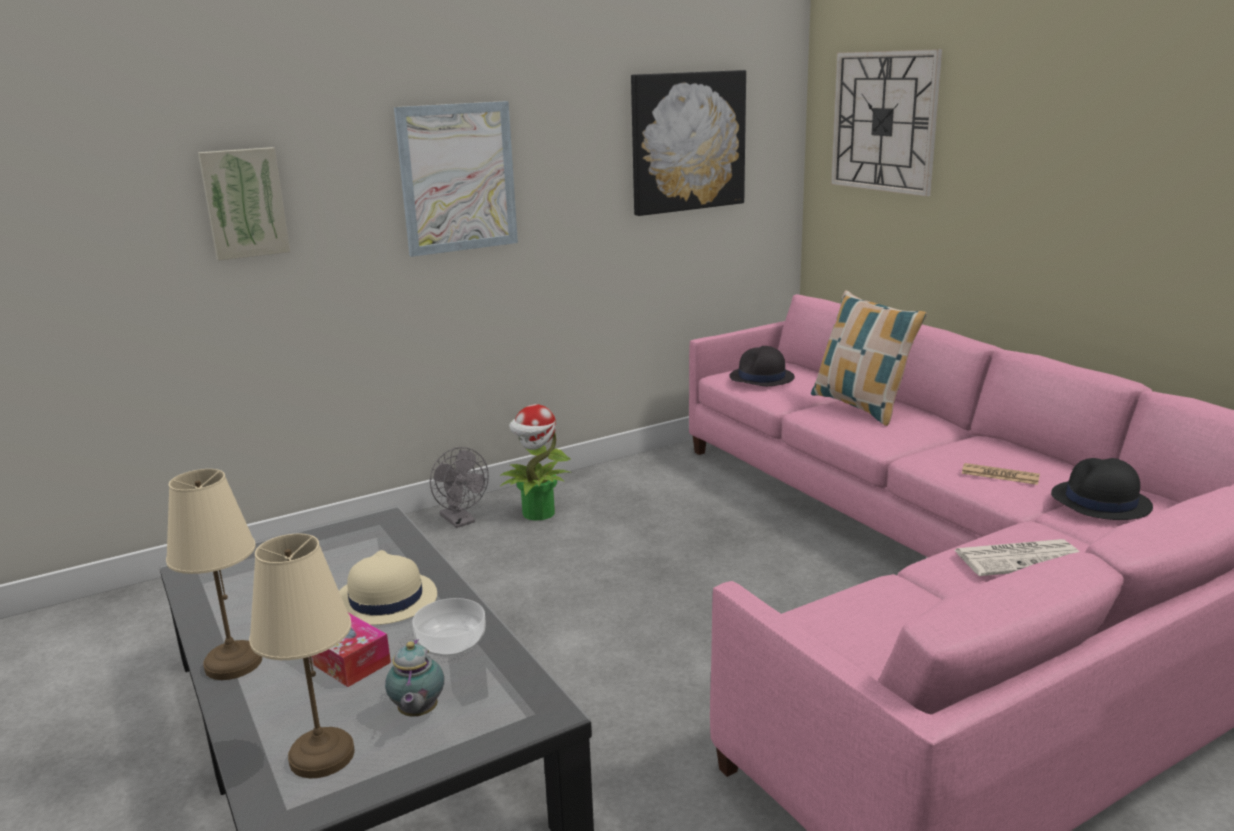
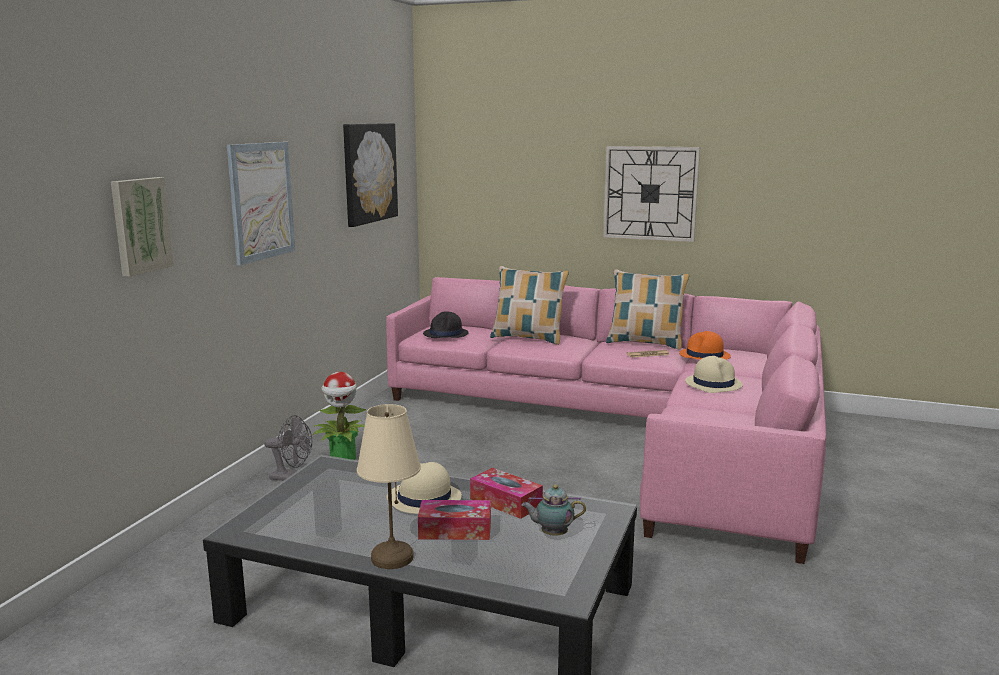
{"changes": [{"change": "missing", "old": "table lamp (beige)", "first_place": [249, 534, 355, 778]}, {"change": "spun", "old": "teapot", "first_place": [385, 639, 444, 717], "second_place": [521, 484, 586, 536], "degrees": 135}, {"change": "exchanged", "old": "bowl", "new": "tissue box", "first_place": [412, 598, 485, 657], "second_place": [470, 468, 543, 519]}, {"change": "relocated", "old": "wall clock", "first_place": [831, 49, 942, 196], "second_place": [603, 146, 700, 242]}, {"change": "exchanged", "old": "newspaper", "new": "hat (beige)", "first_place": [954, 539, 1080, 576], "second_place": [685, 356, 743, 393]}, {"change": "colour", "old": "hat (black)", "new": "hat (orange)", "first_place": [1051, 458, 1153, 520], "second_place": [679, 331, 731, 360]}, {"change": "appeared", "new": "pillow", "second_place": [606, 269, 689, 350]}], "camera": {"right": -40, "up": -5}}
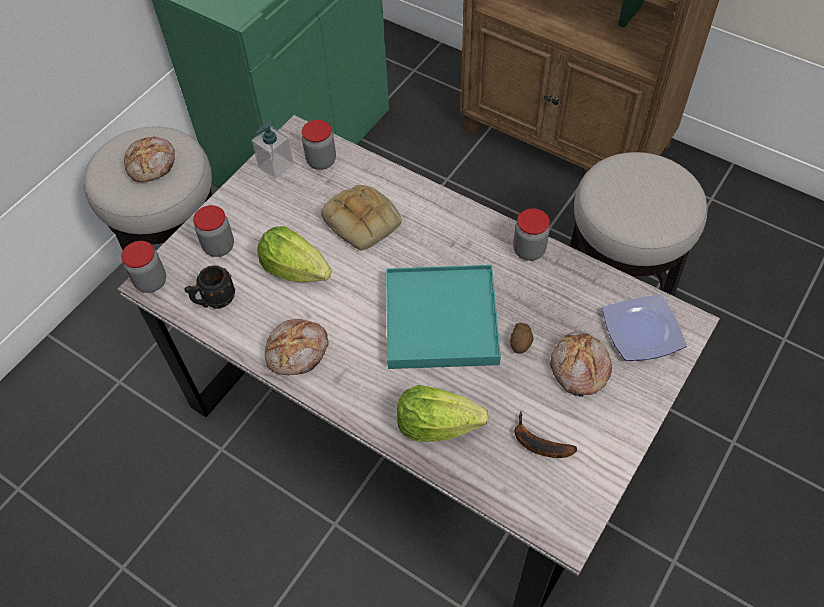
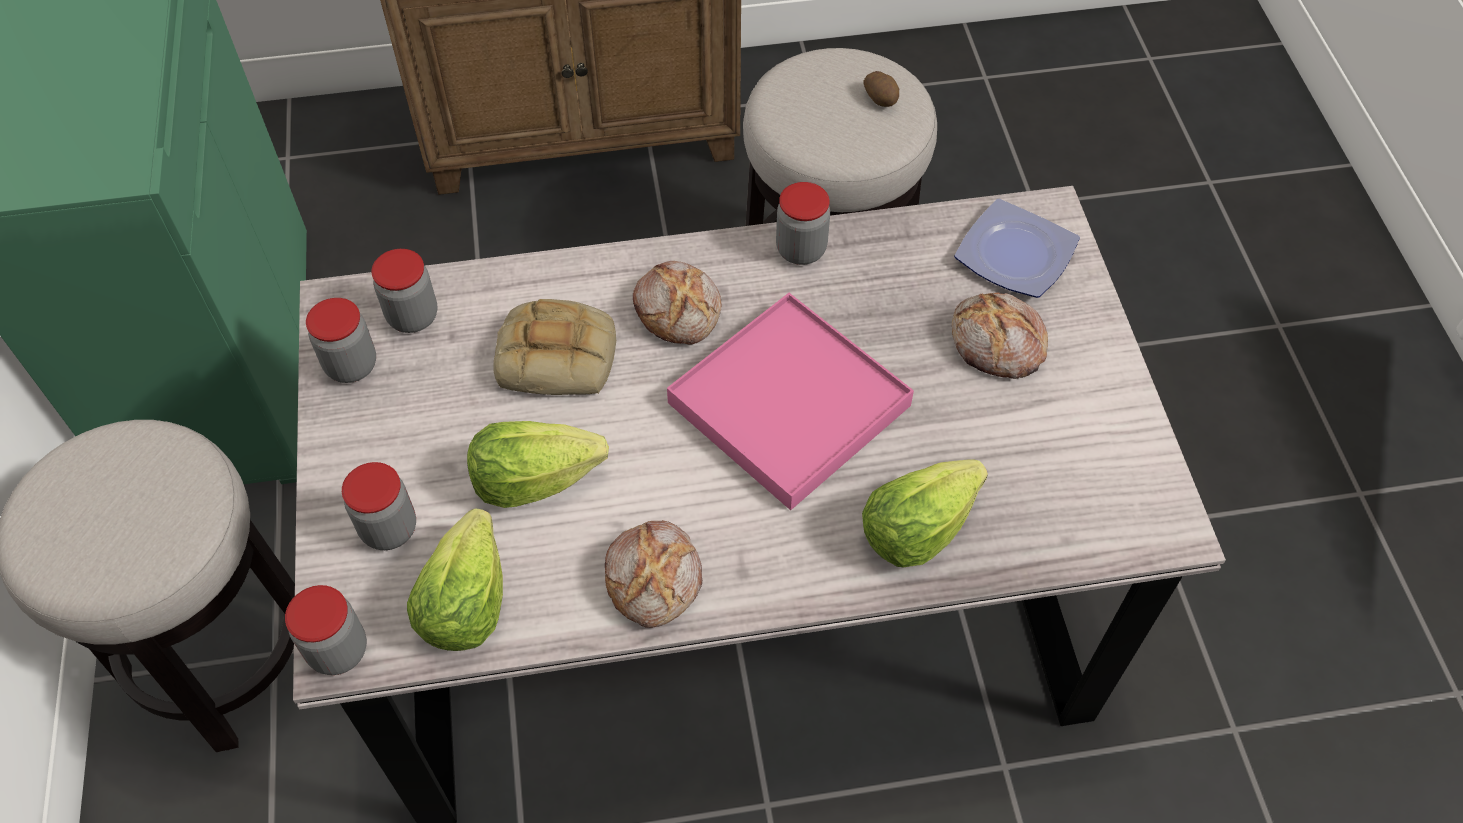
{"changes": [{"change": "relocated", "old": "bread", "first_place": [124, 136, 175, 182], "second_place": [633, 261, 722, 345]}, {"change": "exchanged", "old": "mug (black)", "new": "lettuce", "first_place": [184, 266, 235, 309], "second_place": [407, 509, 503, 651]}, {"change": "exchanged", "old": "soap dispenser", "new": "jar", "first_place": [252, 121, 294, 179], "second_place": [306, 298, 376, 383]}, {"change": "colour", "old": "tray (turquoise)", "new": "tray (pink)", "first_place": [386, 265, 501, 369], "second_place": [667, 293, 914, 510]}, {"change": "relocated", "old": "potato", "first_place": [510, 323, 533, 354], "second_place": [863, 71, 899, 107]}, {"change": "missing", "old": "banana", "first_place": [514, 412, 577, 458]}], "camera": {"right": -45, "up": 0}}
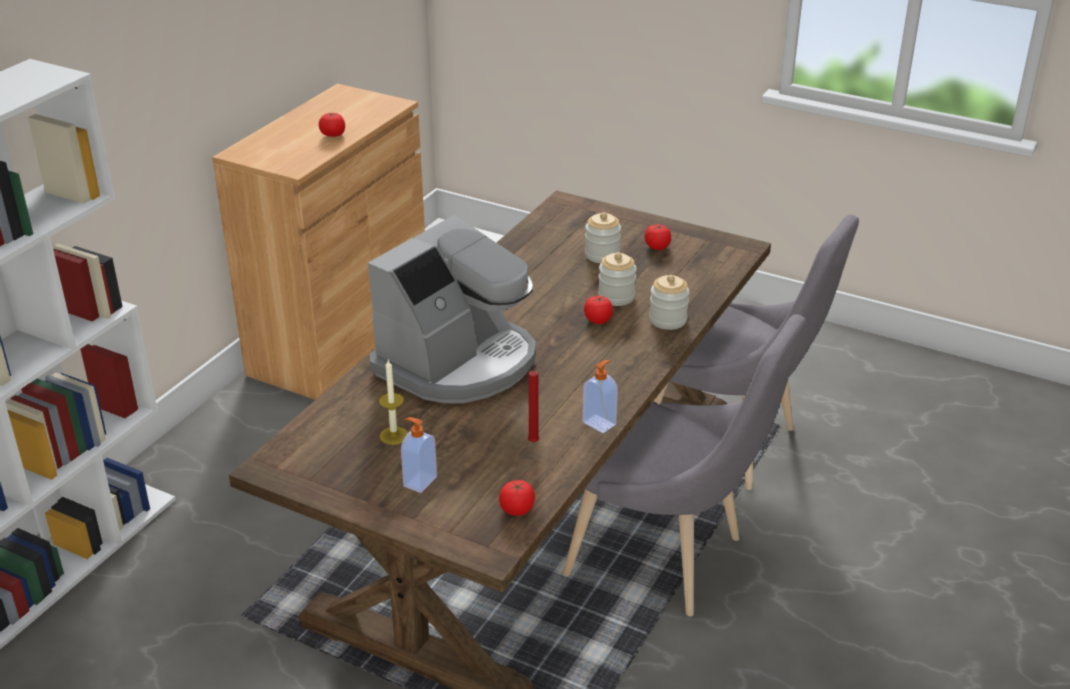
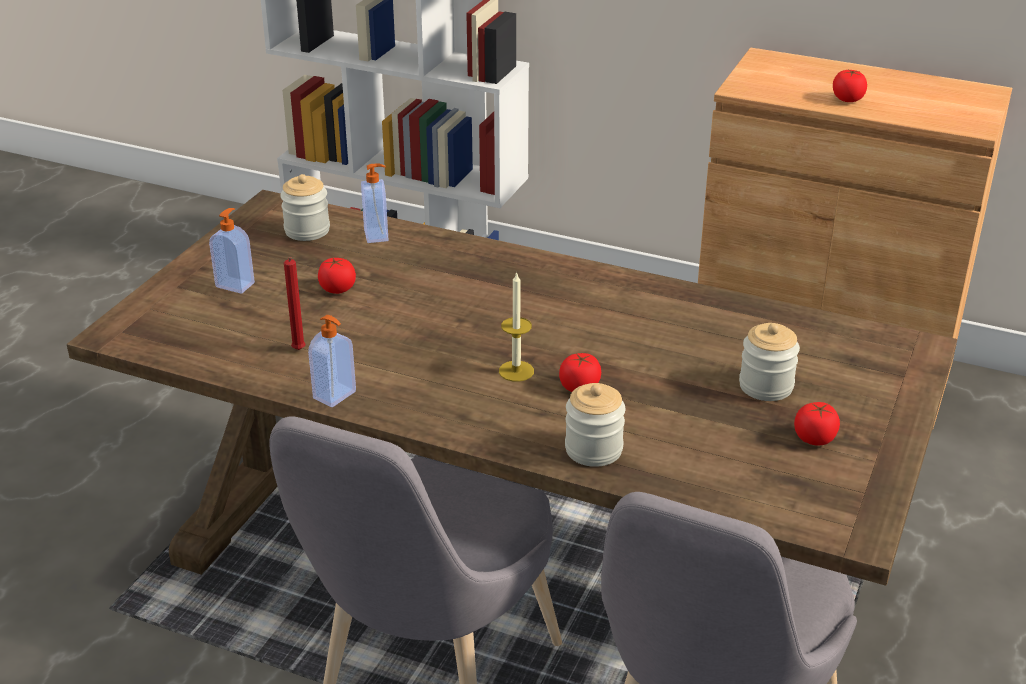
{"changes": [{"change": "missing", "old": "coffee machine", "first_place": [368, 215, 536, 403]}, {"change": "relocated", "old": "candle", "first_place": [379, 360, 408, 445], "second_place": [499, 272, 534, 382]}, {"change": "relocated", "old": "tomato", "first_place": [499, 480, 535, 516], "second_place": [318, 258, 356, 294]}, {"change": "relocated", "old": "jar", "first_place": [598, 252, 637, 306], "second_place": [280, 174, 330, 241]}, {"change": "appeared", "new": "soap dispenser", "second_place": [361, 164, 388, 243]}], "camera": {"right": 85, "up": 0}}
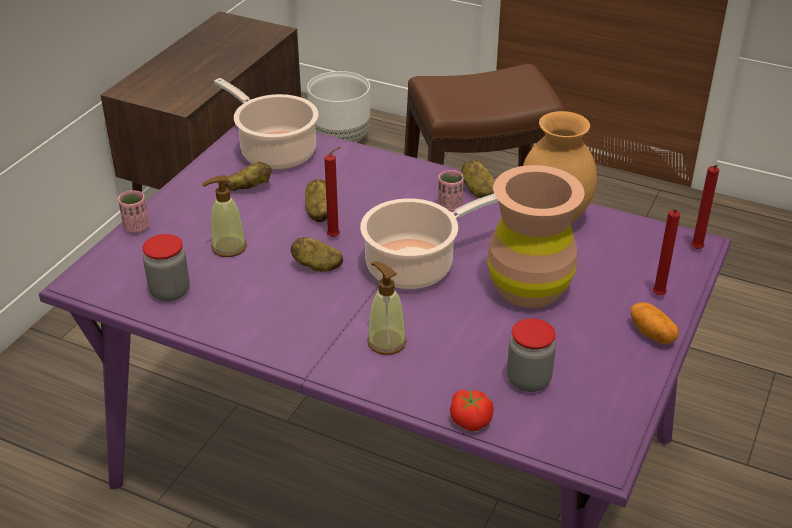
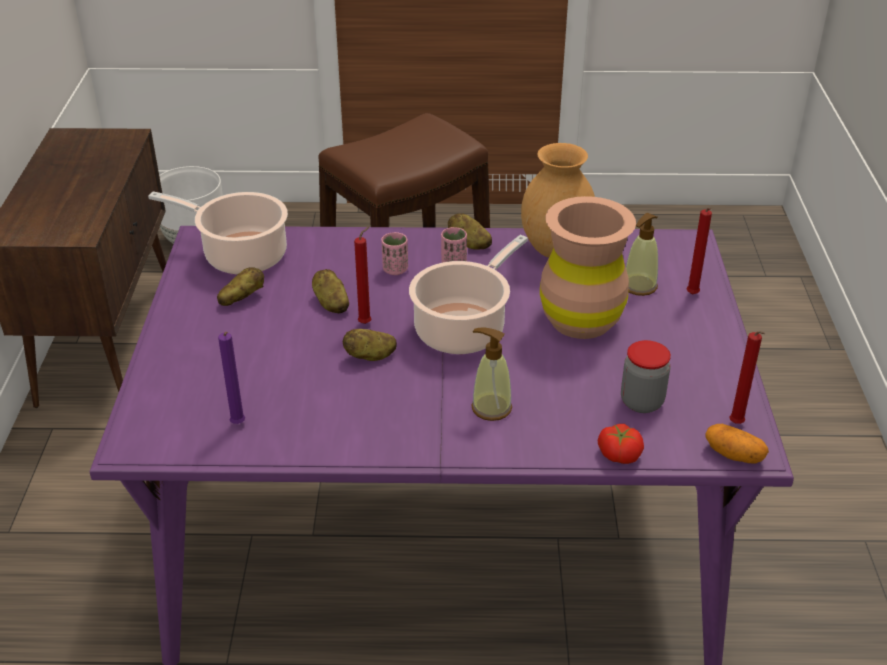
{"changes": [{"change": "relocated", "old": "cup (pink)", "first_place": [118, 190, 149, 233], "second_place": [381, 232, 408, 275]}, {"change": "exchanged", "old": "jar", "new": "candle (purple)", "first_place": [142, 234, 190, 301], "second_place": [218, 332, 245, 424]}, {"change": "relocated", "old": "soap dispenser", "first_place": [202, 175, 247, 257], "second_place": [626, 213, 658, 296]}, {"change": "relocated", "old": "potato", "first_place": [631, 302, 679, 344], "second_place": [705, 424, 769, 464]}, {"change": "relocated", "old": "candle (red)", "first_place": [691, 165, 719, 249], "second_place": [729, 331, 765, 424]}], "camera": {"right": -25, "up": 0}}
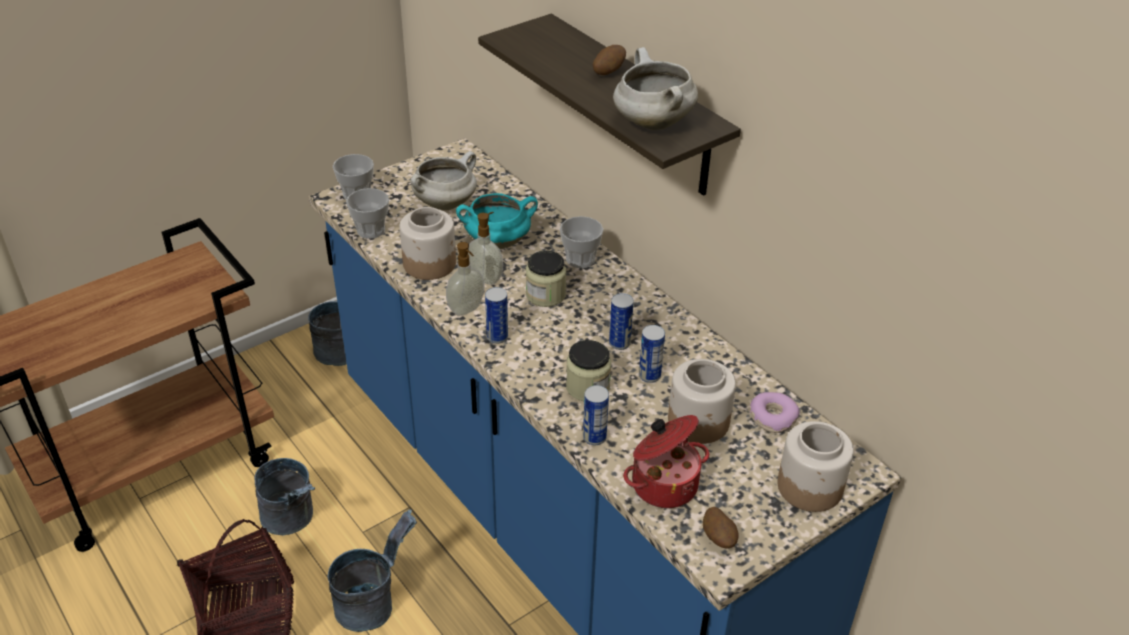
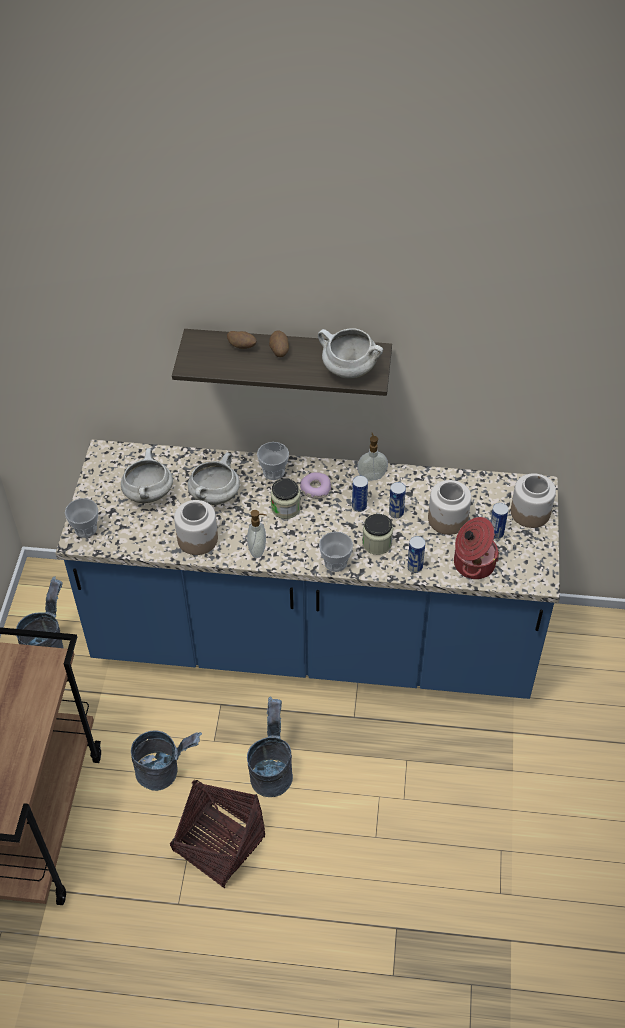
{"changes": [{"change": "relocated", "old": "cup", "first_place": [346, 188, 389, 239], "second_place": [319, 532, 353, 572]}, {"change": "colour", "old": "cooking pot (turquoise)", "new": "cooking pot (white)", "first_place": [456, 193, 538, 249], "second_place": [188, 452, 240, 505]}, {"change": "relocated", "old": "soap dispenser", "first_place": [468, 212, 503, 285], "second_place": [357, 433, 388, 481]}, {"change": "relocated", "old": "can", "first_place": [485, 287, 508, 344], "second_place": [491, 503, 509, 539]}, {"change": "relocated", "old": "potato", "first_place": [703, 507, 739, 548], "second_place": [227, 331, 257, 349]}, {"change": "relocated", "old": "donut", "first_place": [750, 392, 800, 433], "second_place": [300, 472, 331, 499]}], "camera": {"right": -45, "up": 10}}
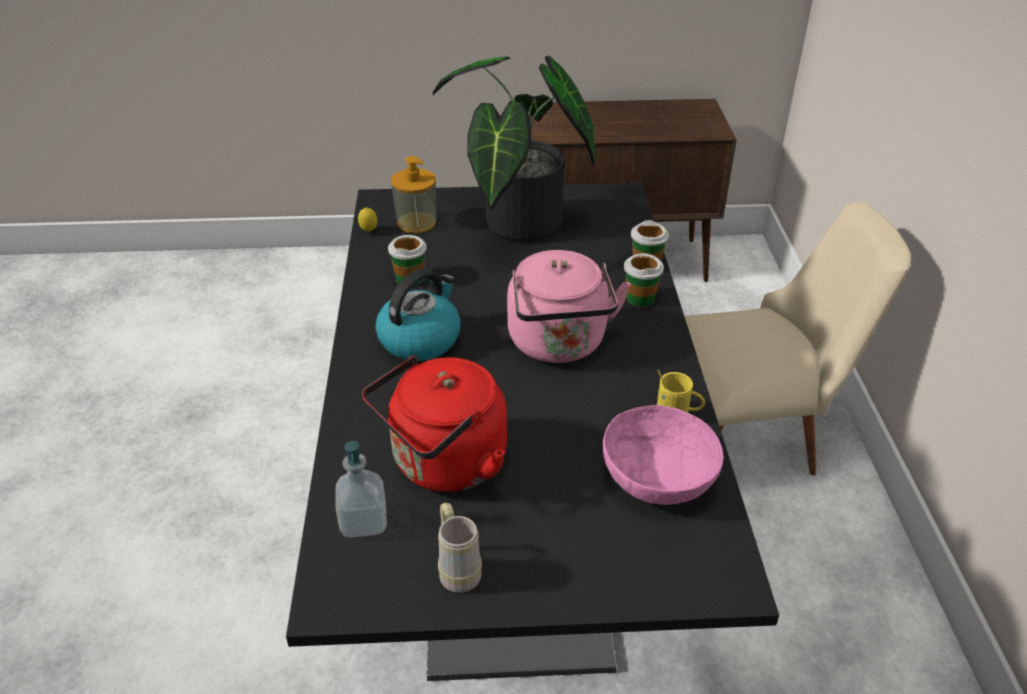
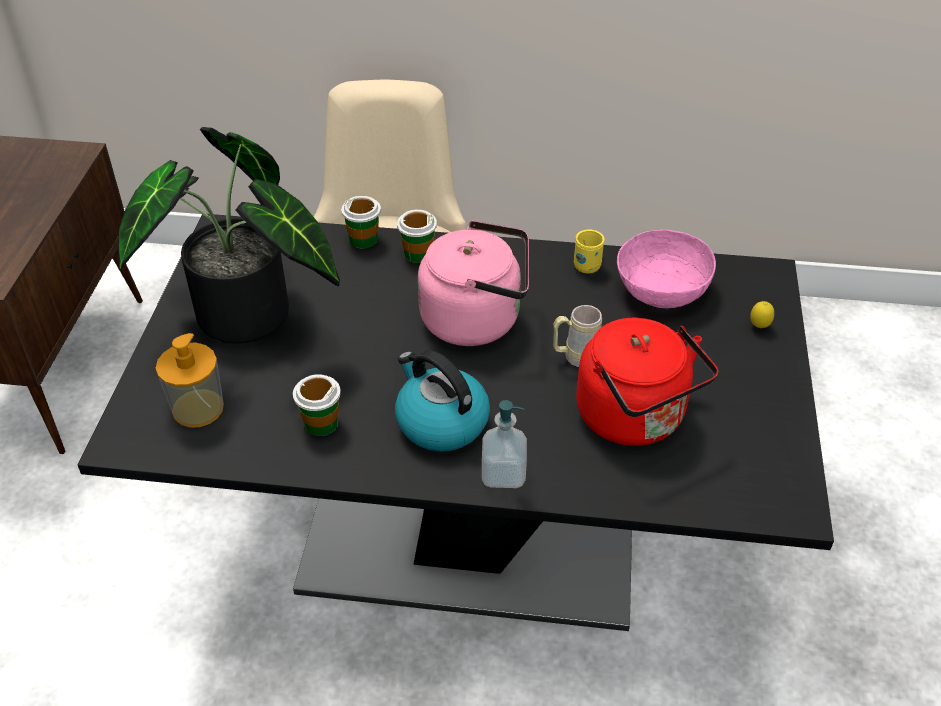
{"changes": [{"change": "relocated", "old": "soap dispenser", "first_place": [335, 441, 387, 538], "second_place": [482, 400, 527, 488]}, {"change": "relocated", "old": "lemon", "first_place": [358, 208, 377, 232], "second_place": [750, 301, 774, 328]}, {"change": "relocated", "old": "mug (beige)", "first_place": [438, 503, 482, 593], "second_place": [553, 305, 602, 367]}], "camera": {"right": -80, "up": 5}}
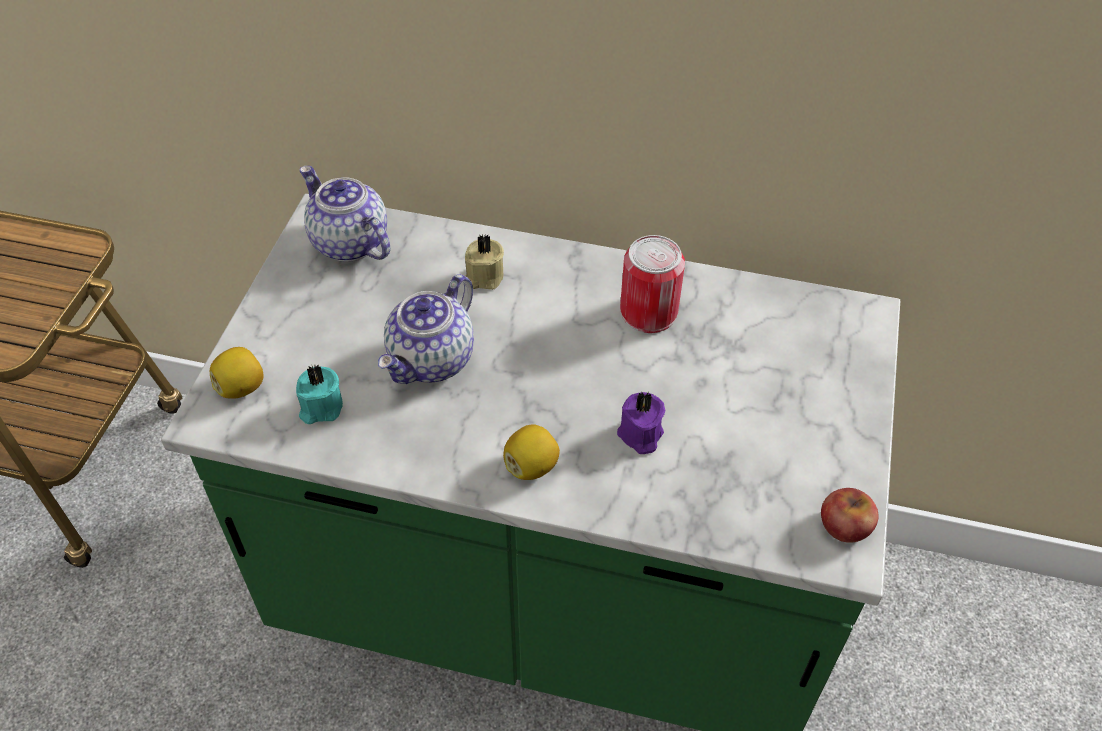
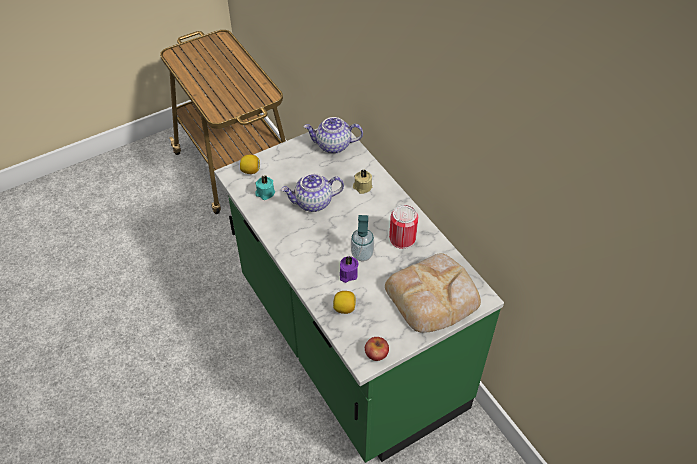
{"changes": [{"change": "spun", "old": "teapot", "first_place": [300, 166, 390, 262], "second_place": [304, 117, 363, 154], "degrees": -90}, {"change": "relocated", "old": "lemon", "first_place": [503, 424, 560, 480], "second_place": [333, 291, 356, 314]}, {"change": "appeared", "new": "soap dispenser", "second_place": [351, 215, 374, 261]}, {"change": "appeared", "new": "bread", "second_place": [385, 253, 481, 333]}], "camera": {"right": 45, "up": 0}}
